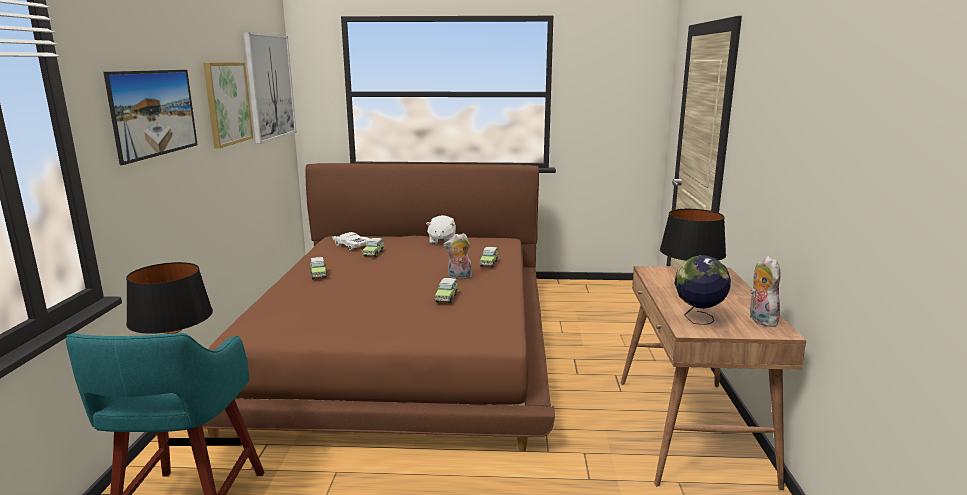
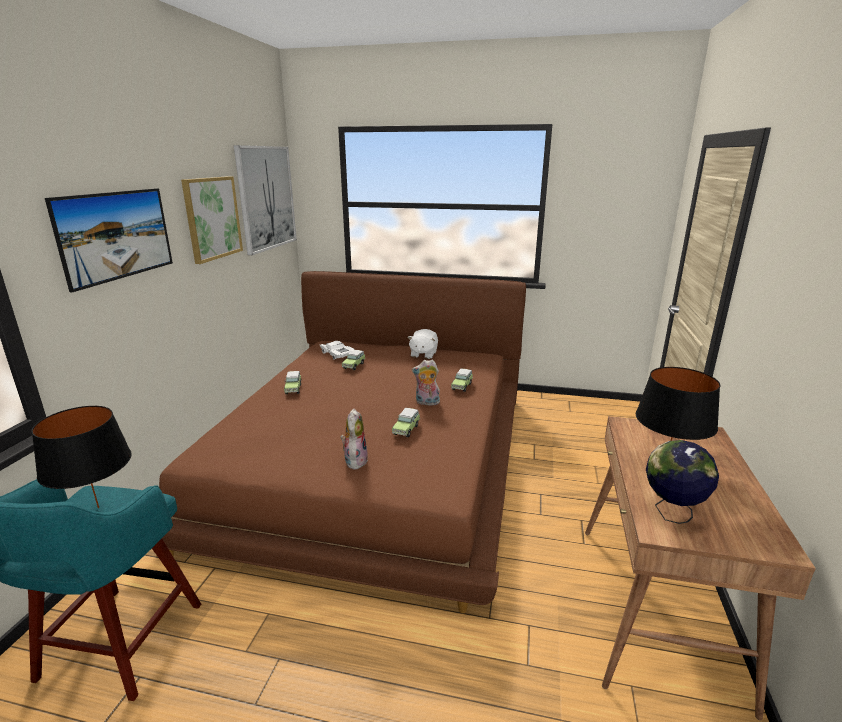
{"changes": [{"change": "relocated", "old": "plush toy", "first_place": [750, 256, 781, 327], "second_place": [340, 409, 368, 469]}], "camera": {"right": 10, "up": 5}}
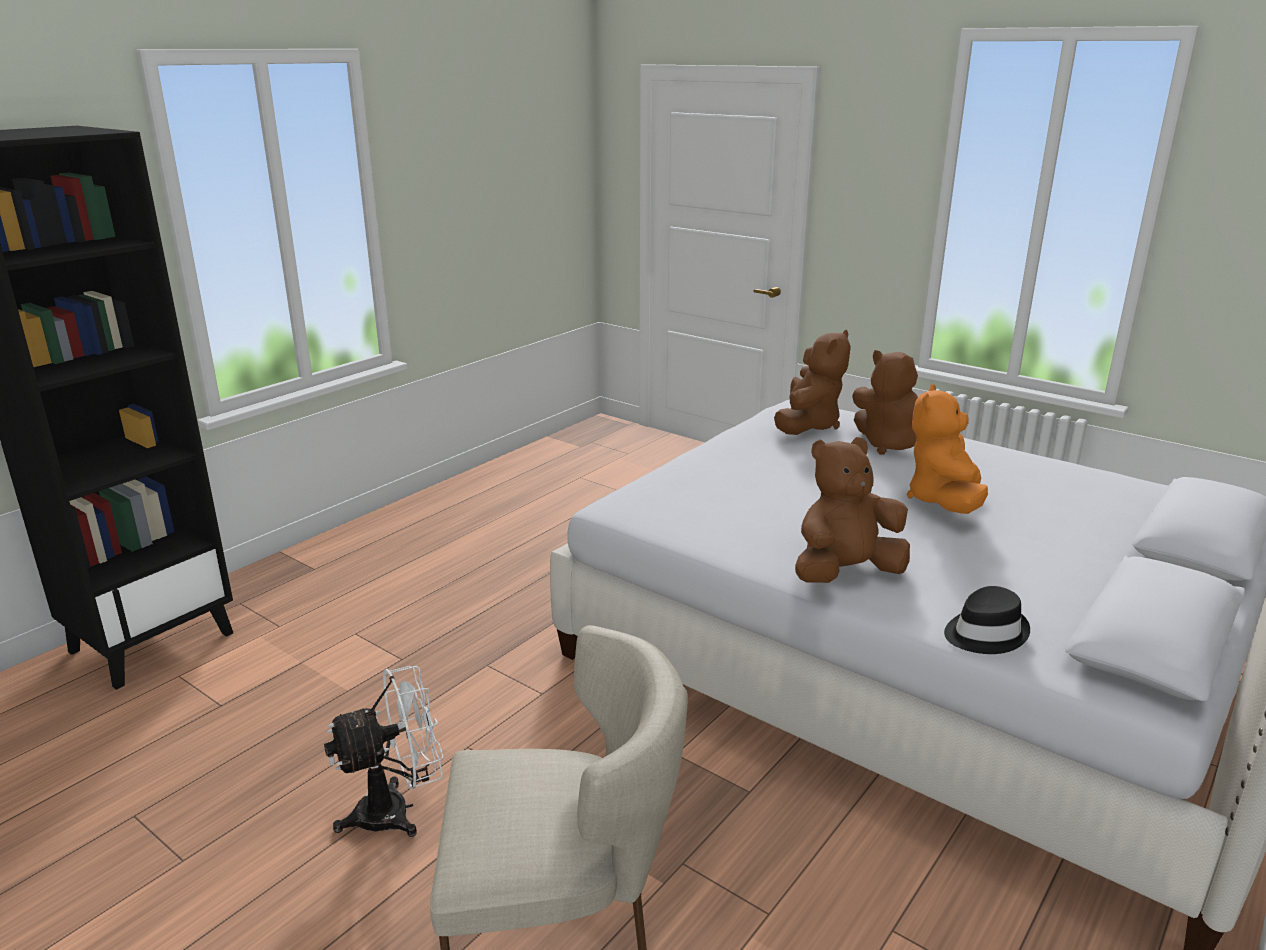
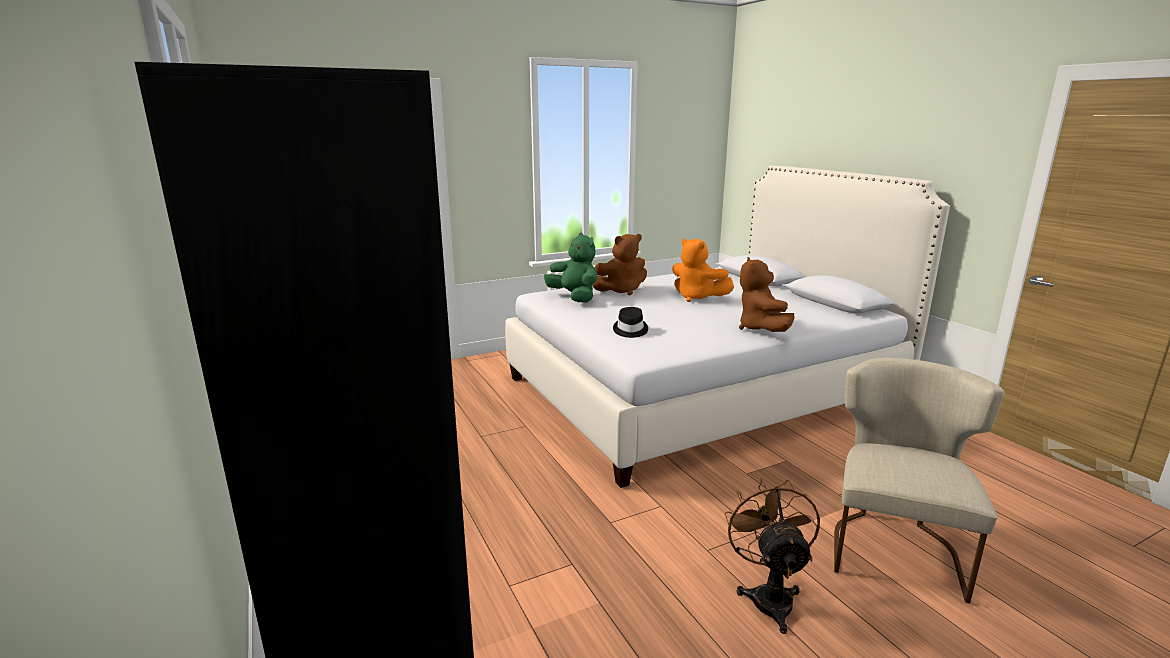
{"changes": [{"change": "colour", "old": "fan (white)", "new": "fan (brown)", "first_place": [324, 666, 444, 837], "second_place": [724, 478, 820, 634]}, {"change": "colour", "old": "plush toy (brown)", "new": "plush toy (green)", "first_place": [774, 329, 851, 435], "second_place": [544, 233, 598, 303]}, {"change": "relocated", "old": "hat (black)", "first_place": [944, 586, 1030, 654], "second_place": [613, 307, 648, 338]}], "camera": {"right": -65, "up": -5}}
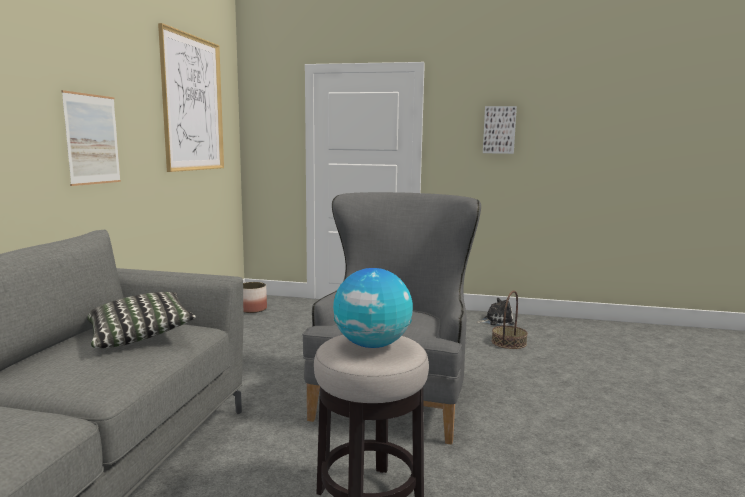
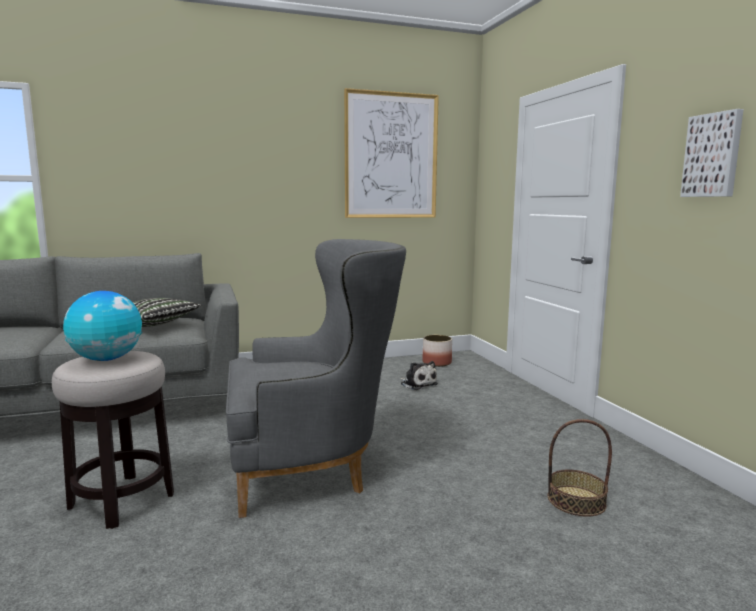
{"changes": [{"change": "missing", "old": "picture", "first_place": [61, 90, 121, 186]}, {"change": "relocated", "old": "plush toy", "first_place": [477, 298, 515, 326], "second_place": [400, 361, 438, 390]}], "camera": {"right": 60, "up": 0}}
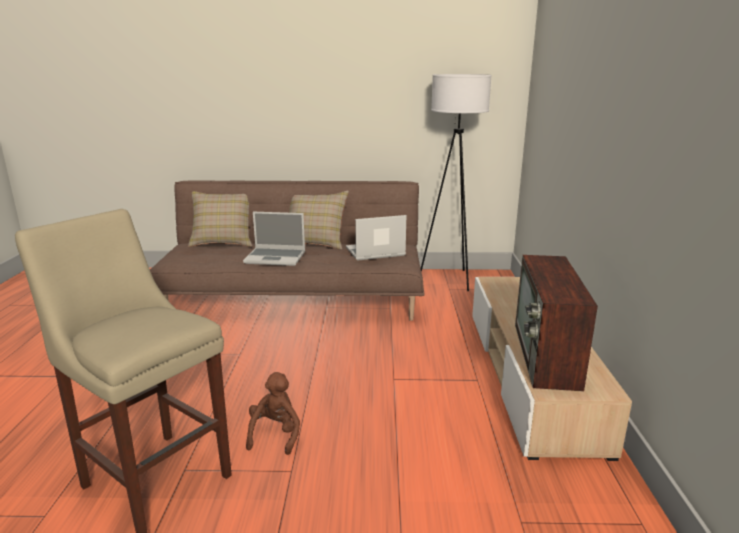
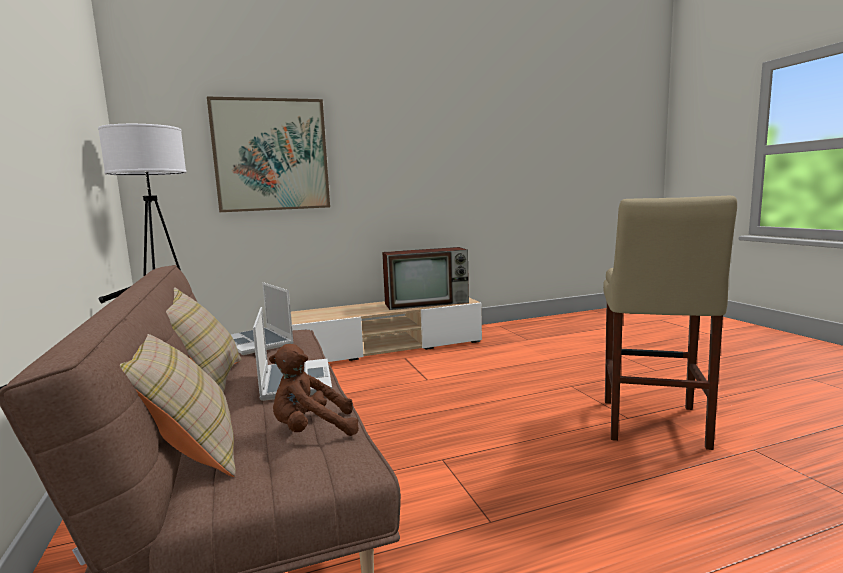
{"changes": [{"change": "relocated", "old": "plush toy (brown)", "first_place": [246, 372, 300, 455], "second_place": [269, 344, 359, 436]}, {"change": "appeared", "new": "picture", "second_place": [207, 97, 330, 212]}], "camera": {"right": -110, "up": -10}}
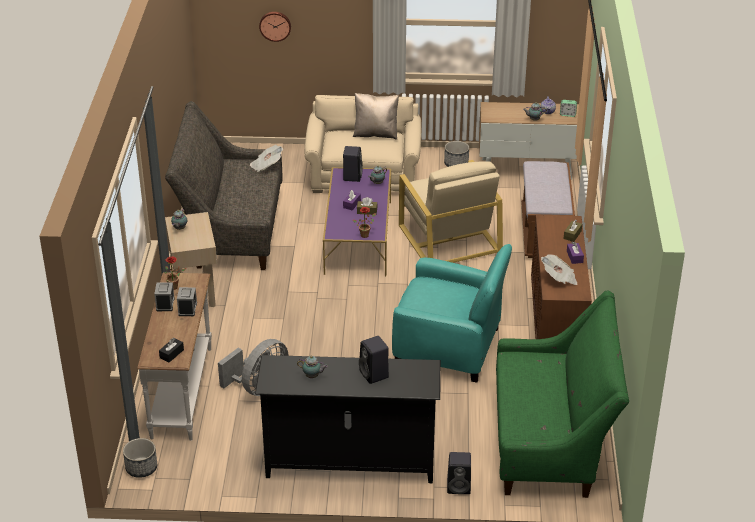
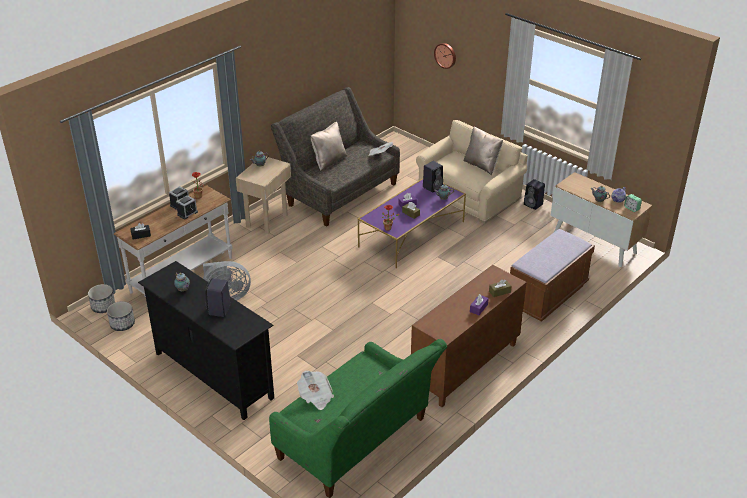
{"changes": [{"change": "missing", "old": "armchair (turquoise)", "first_place": [392, 244, 512, 383]}, {"change": "missing", "old": "armchair (beige)", "first_place": [399, 160, 503, 263]}, {"change": "relocated", "old": "planter", "first_place": [444, 141, 469, 167], "second_place": [107, 301, 135, 331]}, {"change": "relocated", "old": "speaker (black)", "first_place": [447, 452, 471, 494], "second_place": [524, 179, 545, 210]}, {"change": "relocated", "old": "newspaper", "first_place": [541, 254, 577, 285], "second_place": [297, 370, 334, 410]}, {"change": "appeared", "new": "pillow (beige)", "second_place": [311, 122, 347, 171]}], "camera": {"right": 40, "up": 0}}
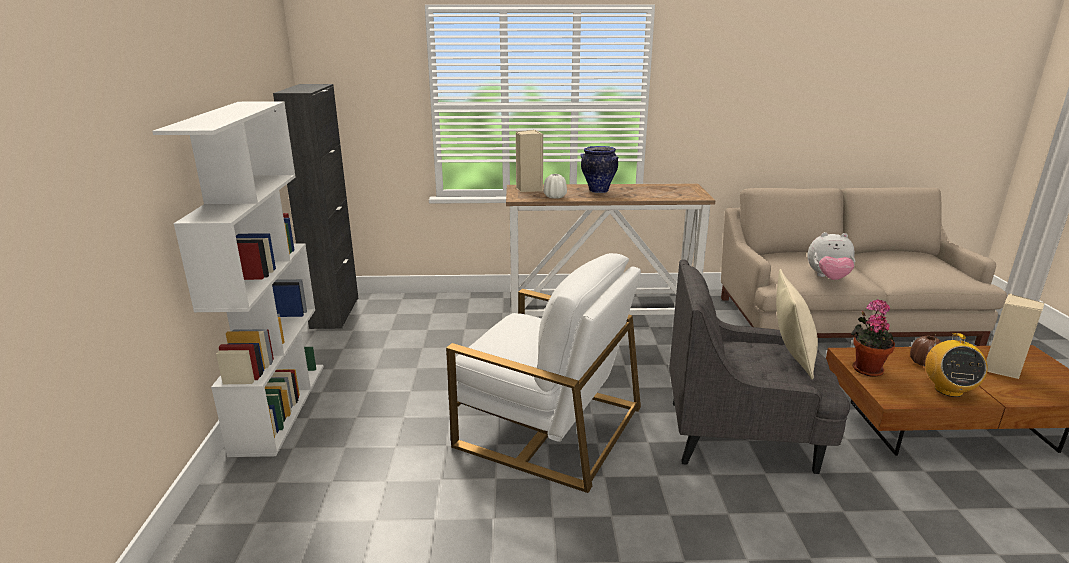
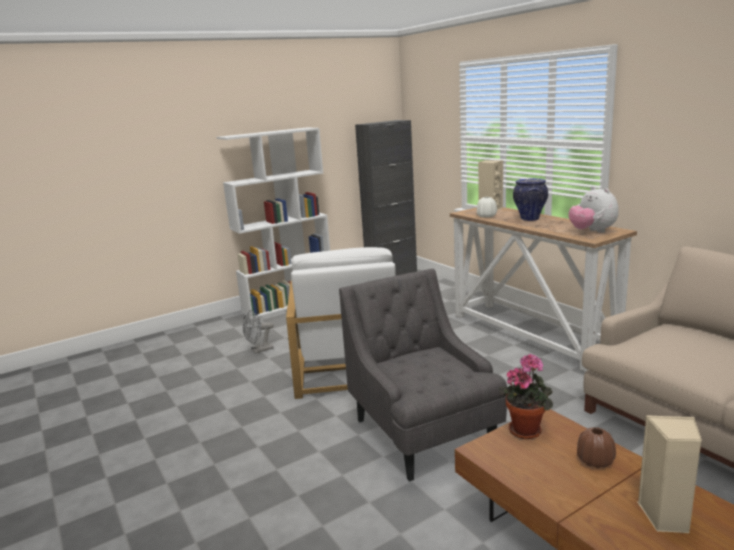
{"changes": [{"change": "missing", "old": "pillow (beige)", "first_place": [776, 269, 818, 380]}, {"change": "relocated", "old": "plush toy", "first_place": [807, 232, 855, 280], "second_place": [568, 186, 619, 233]}, {"change": "missing", "old": "radio", "first_place": [925, 333, 988, 397]}, {"change": "appeared", "new": "fan (grey)", "second_place": [243, 310, 274, 354]}], "camera": {"right": 60, "up": -5}}
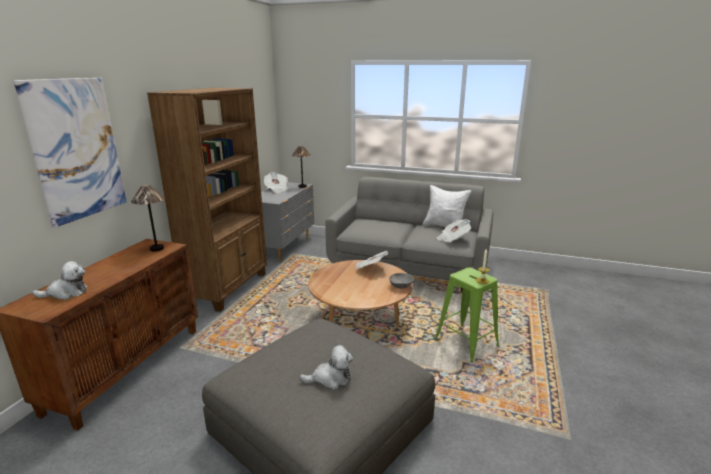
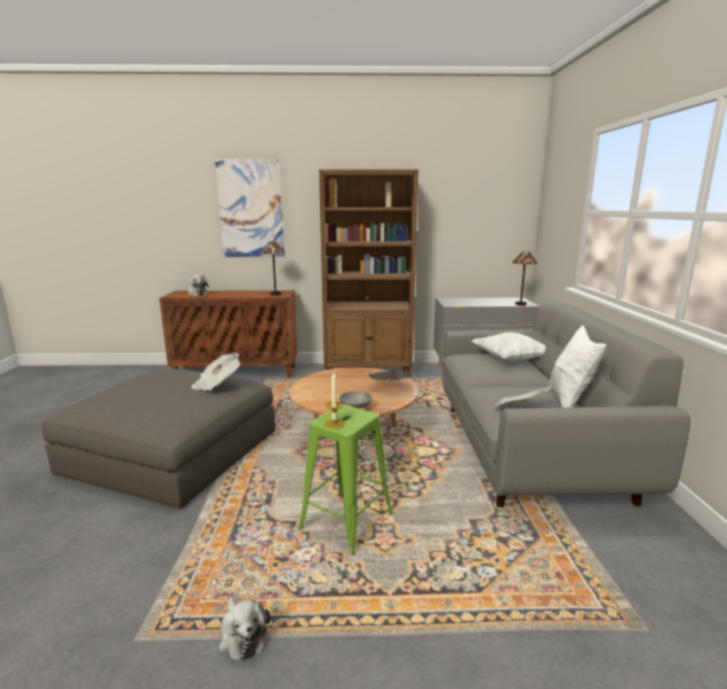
{"changes": [{"change": "relocated", "old": "newspaper", "first_place": [264, 172, 289, 193], "second_place": [191, 353, 240, 390]}, {"change": "relocated", "old": "plush toy", "first_place": [299, 345, 353, 390], "second_place": [219, 596, 270, 661]}, {"change": "appeared", "new": "pillow (white)", "second_place": [471, 332, 546, 362]}], "camera": {"right": 70, "up": -5}}
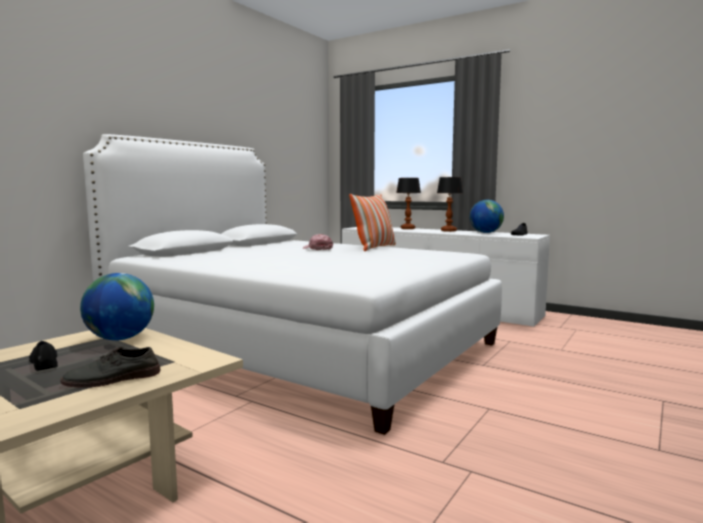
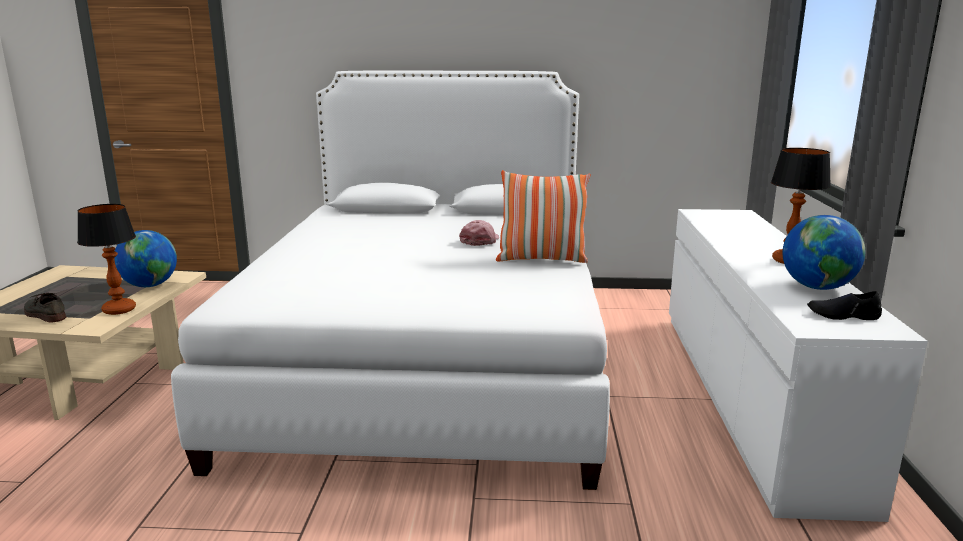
{"changes": [{"change": "missing", "old": "shoe (black)", "first_place": [29, 341, 58, 371]}, {"change": "relocated", "old": "table lamp", "first_place": [396, 178, 421, 229], "second_place": [77, 204, 136, 315]}], "camera": {"right": 60, "up": 10}}
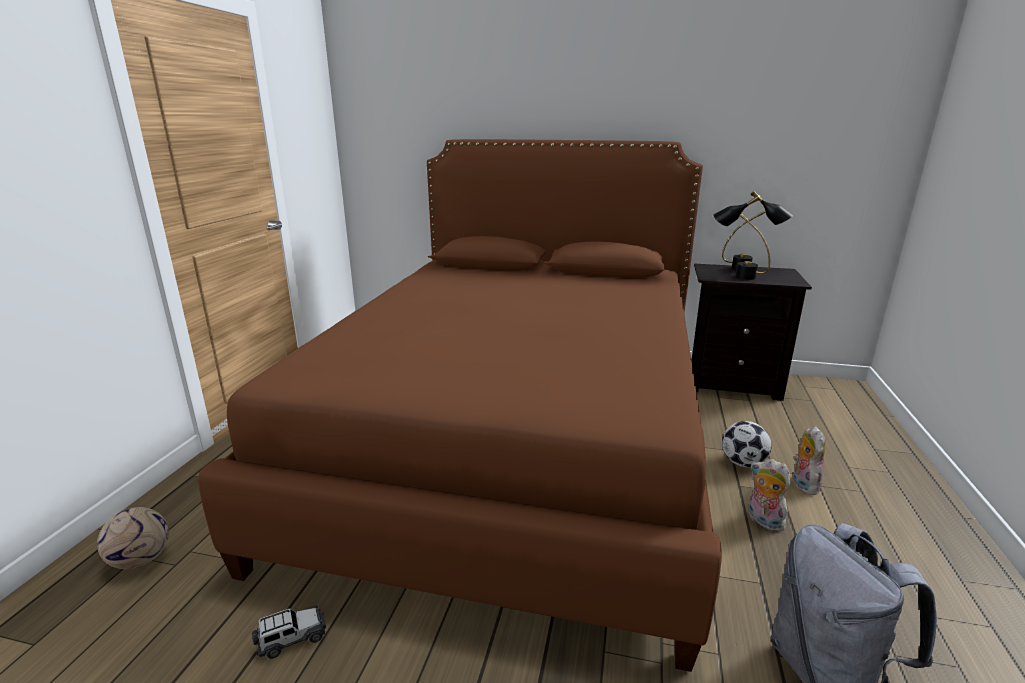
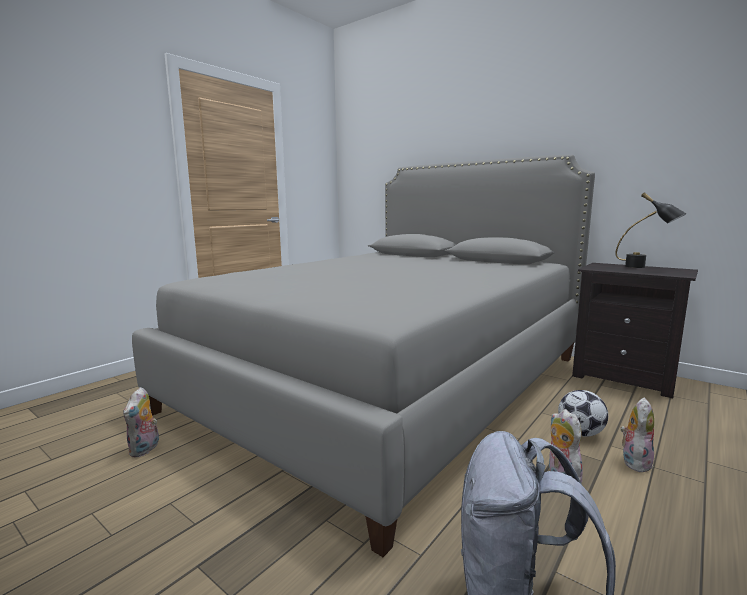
{"changes": [{"change": "missing", "old": "football", "first_place": [97, 507, 169, 569]}, {"change": "colour", "old": "bed (brown)", "new": "bed (grey)", "first_place": [198, 139, 722, 672], "second_place": [132, 155, 595, 557]}, {"change": "exchanged", "old": "toy car", "new": "plush toy", "first_place": [252, 605, 326, 659], "second_place": [123, 387, 159, 457]}, {"change": "missing", "old": "table lamp (black)", "first_place": [713, 195, 770, 280]}], "camera": {"right": 25, "up": -10}}
